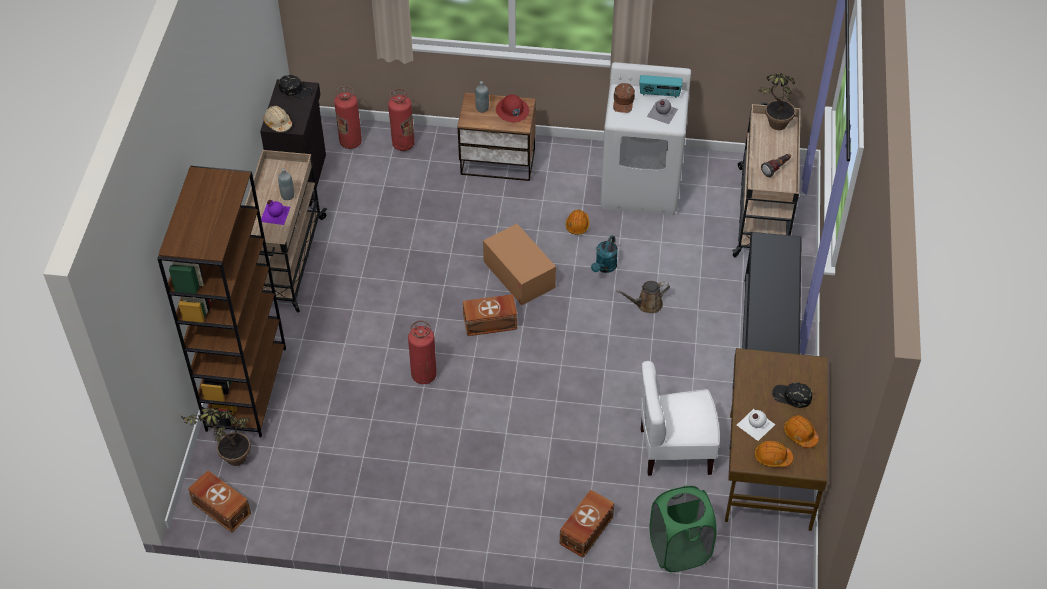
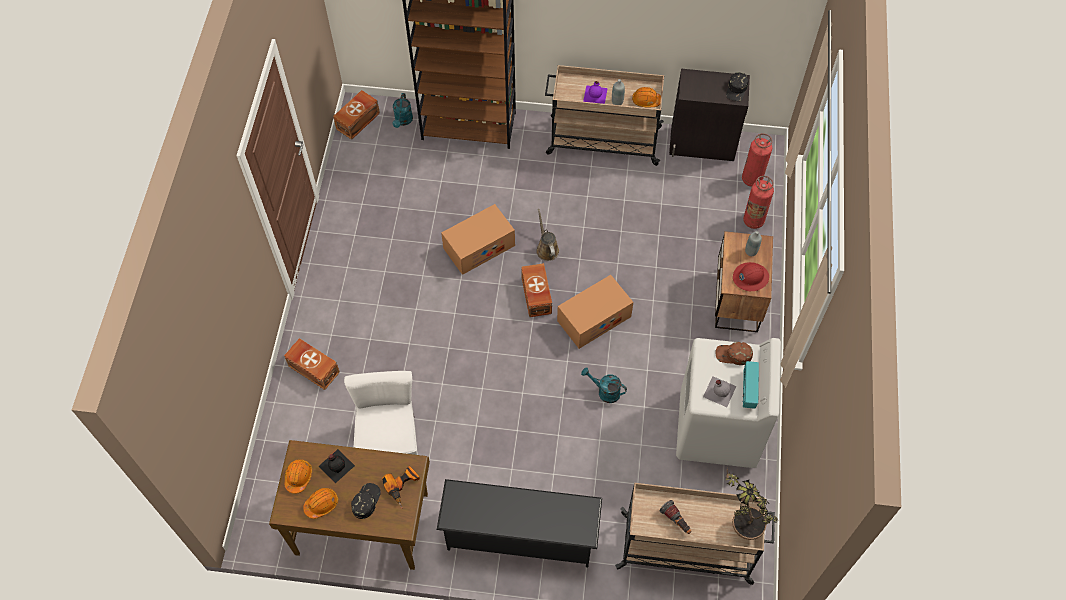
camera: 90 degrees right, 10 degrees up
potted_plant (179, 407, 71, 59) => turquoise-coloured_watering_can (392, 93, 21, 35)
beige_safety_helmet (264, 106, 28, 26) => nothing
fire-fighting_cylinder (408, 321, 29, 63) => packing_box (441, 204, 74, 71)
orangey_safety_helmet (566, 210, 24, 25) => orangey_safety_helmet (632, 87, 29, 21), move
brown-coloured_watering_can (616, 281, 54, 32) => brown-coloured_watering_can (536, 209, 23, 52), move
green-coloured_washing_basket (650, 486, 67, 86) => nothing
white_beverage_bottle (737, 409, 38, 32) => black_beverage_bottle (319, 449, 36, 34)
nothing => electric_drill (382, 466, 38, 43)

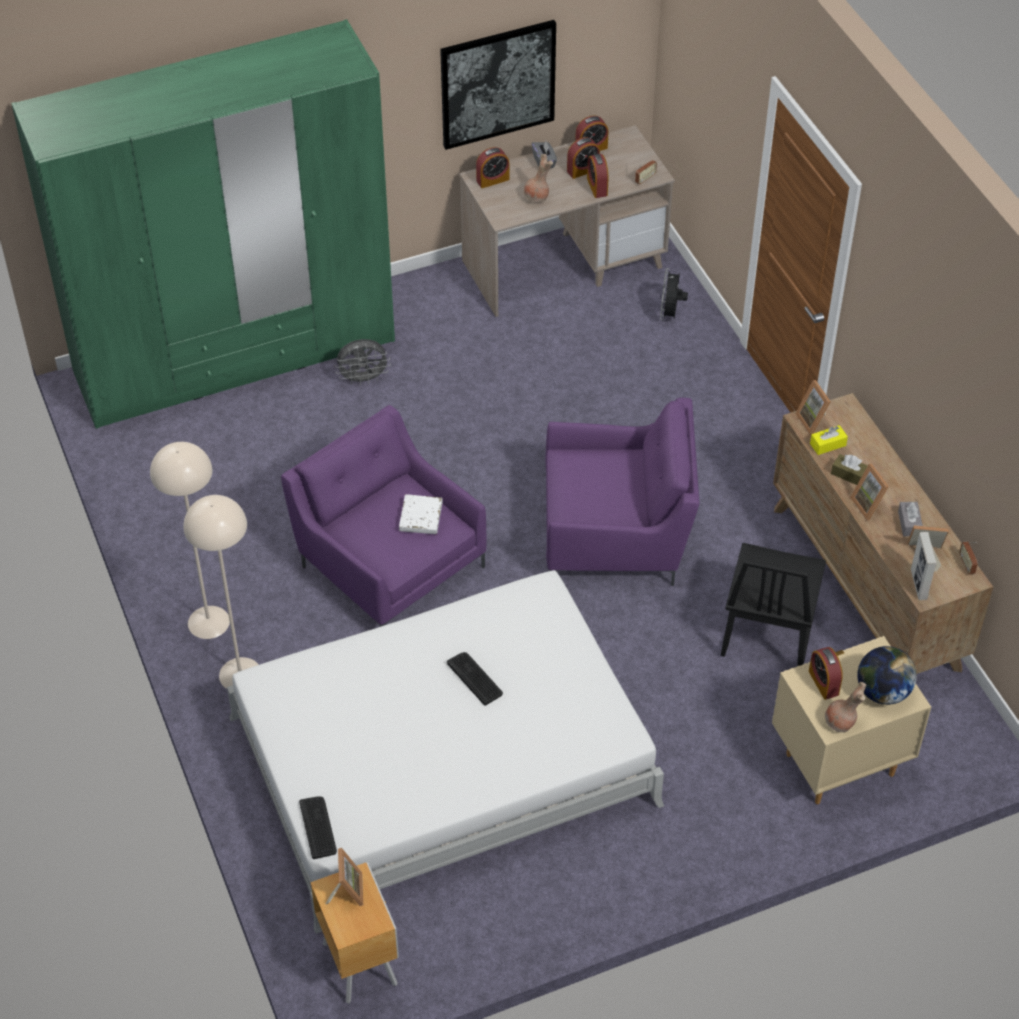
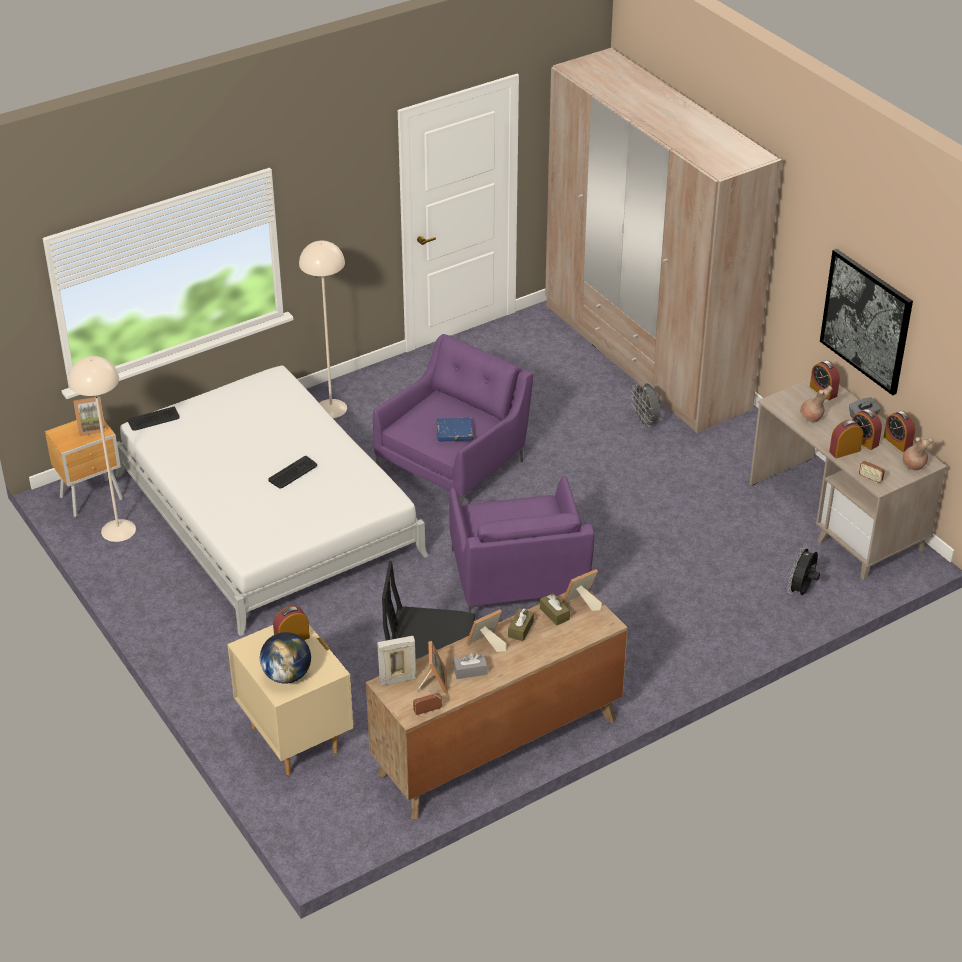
camera: 80 degrees right, 10 degrees down
green-coloured_clothes_cupboard (11, 19, 384, 410) => beige_clothes_cupboard (545, 48, 237, 385)
beige_standard_lamp (150, 442, 80, 197) => beige_standard_lamp (69, 356, 67, 186), move
white_bound_book (399, 494, 44, 40) => blue_bound_book (436, 417, 37, 25)
black_cooling_fan (660, 268, 28, 53) => black_cooling_fan (787, 545, 33, 50), 60 degrees counterclockwise
yellowish_tissue_box (810, 425, 38, 30) => brown-coloured_tissue_box (540, 593, 30, 33)
brown-coloured_decorative_vase (825, 682, 41, 51) => brown-coloured_decorative_vase (902, 437, 31, 34), move

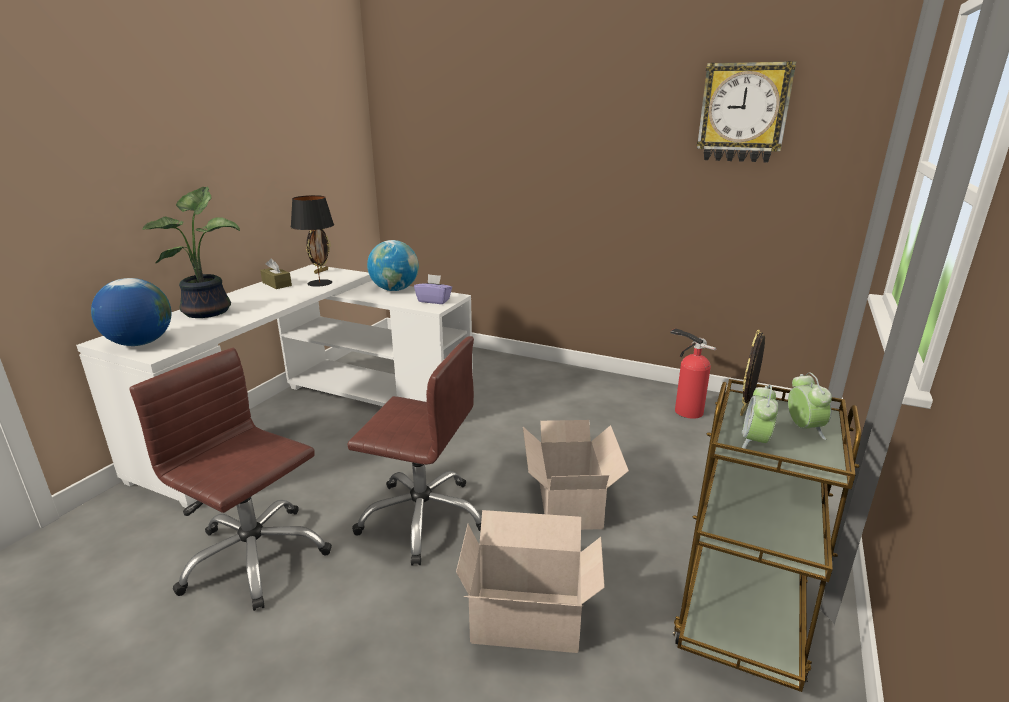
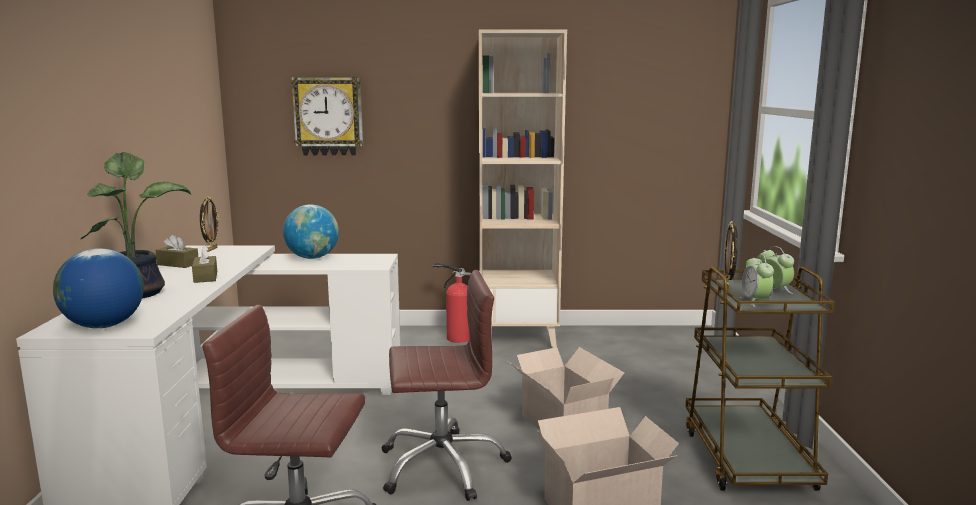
camera: 25 degrees left, 10 degrees down
black_tabletop_lamp (291, 195, 43, 92) => nothing
purple-coloured_tissue_box (414, 274, 38, 30) => nothing
fire-fighting_cylinder (670, 328, 47, 91) => fire-fighting_cylinder (433, 263, 38, 80), move
wall_clock (697, 61, 99, 102) => wall_clock (291, 77, 72, 78), move
nothing => brown-coloured_tissue_box (192, 245, 25, 38)
nothing => beige_shelving_unit (479, 30, 88, 318)

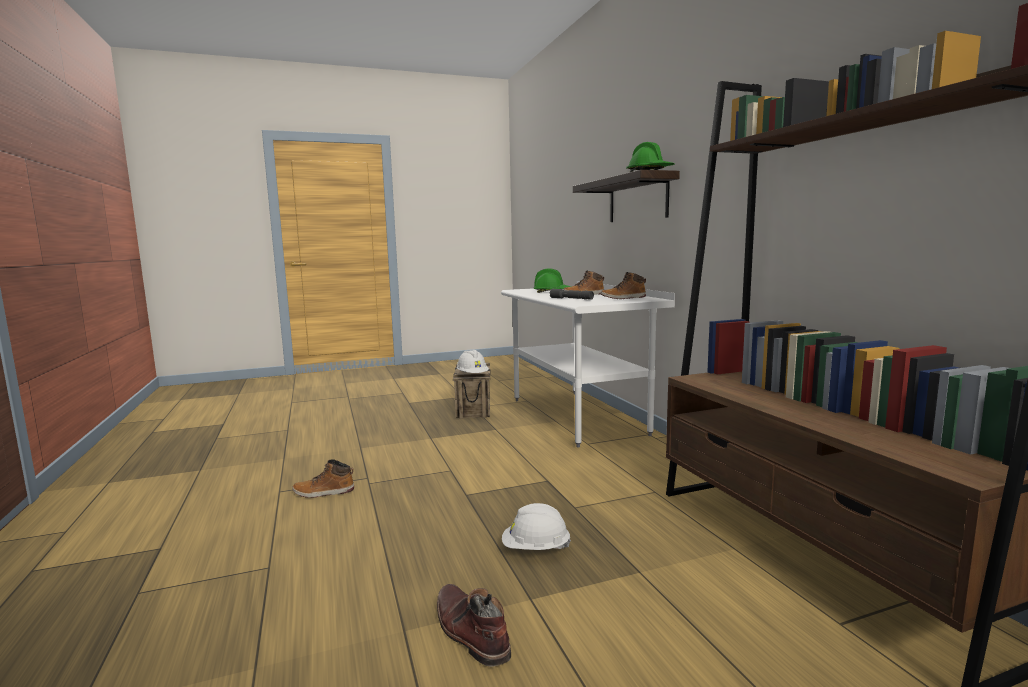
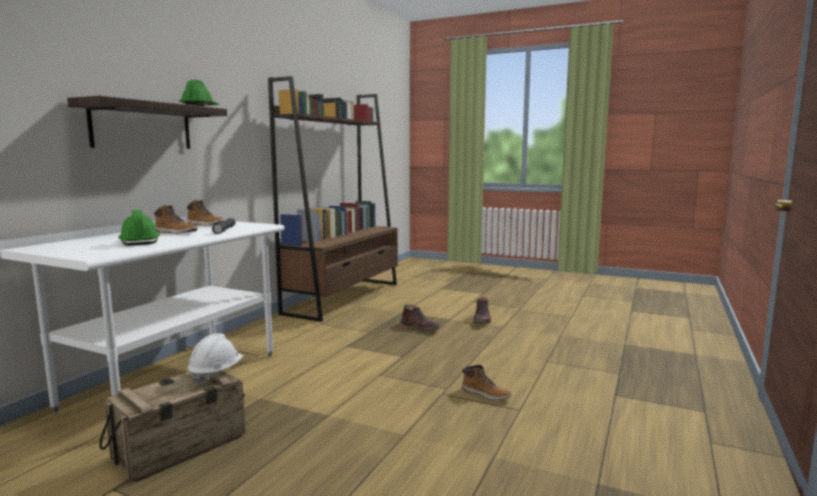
camera: 135 degrees left, 0 degrees up
white_safety_helmet (502, 503, 69, 47) => brown-coloured_boot (401, 305, 39, 26)

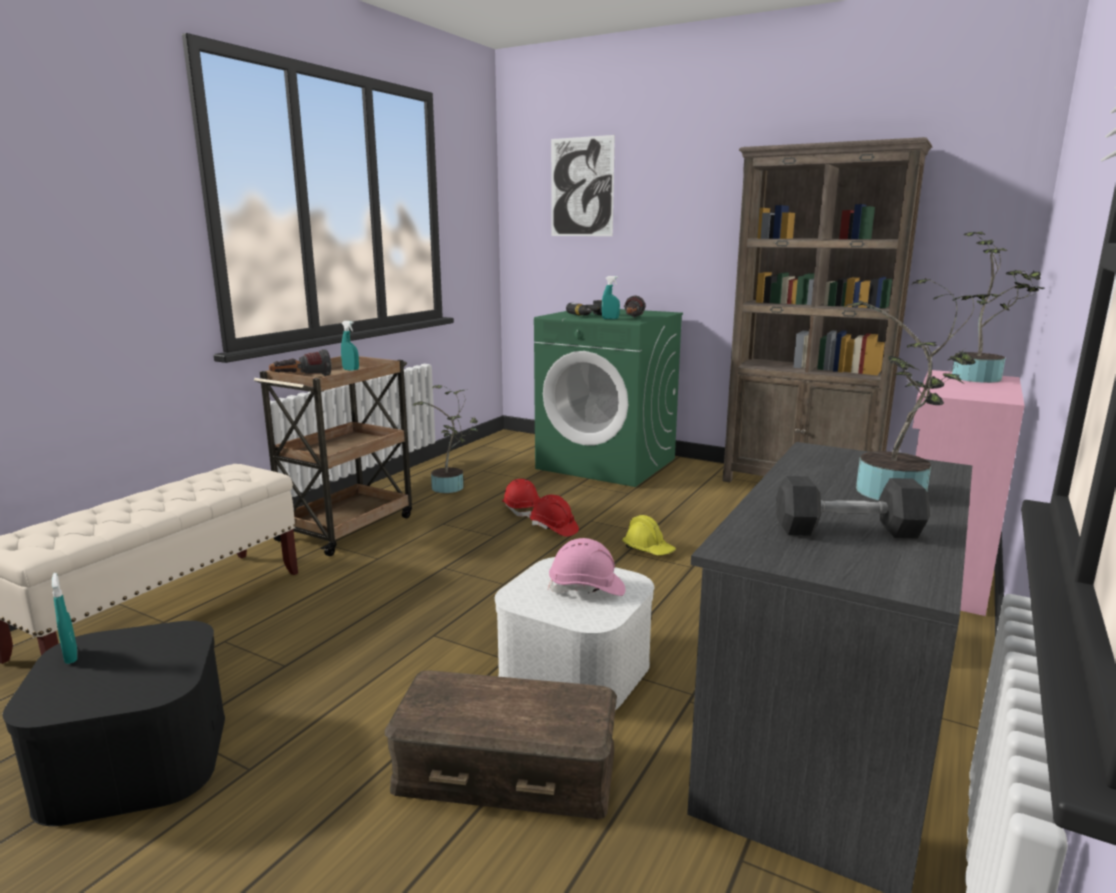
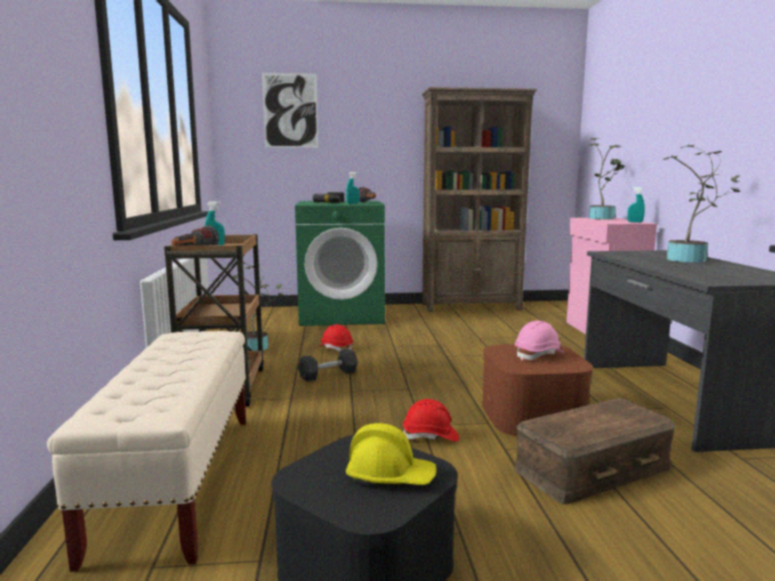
camera: 35 degrees left, 5 degrees down
turquoise-coloured_sprayer (52, 573, 25, 91) => turquoise-coloured_sprayer (627, 187, 18, 36), move
white_storage_container (495, 557, 159, 153) => brown-coloured_storage_container (482, 344, 111, 92)
reddish_safety_helmet (530, 495, 49, 42) => reddish_safety_helmet (403, 399, 56, 43), move
yellowish_safety_helmet (622, 515, 54, 41) => yellowish_safety_helmet (346, 423, 90, 62), move
grey_free_weight (776, 476, 154, 63) => grey_free_weight (298, 349, 60, 33), move

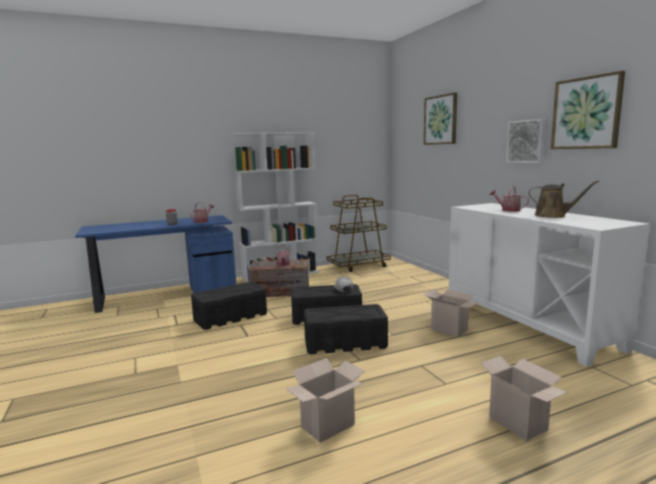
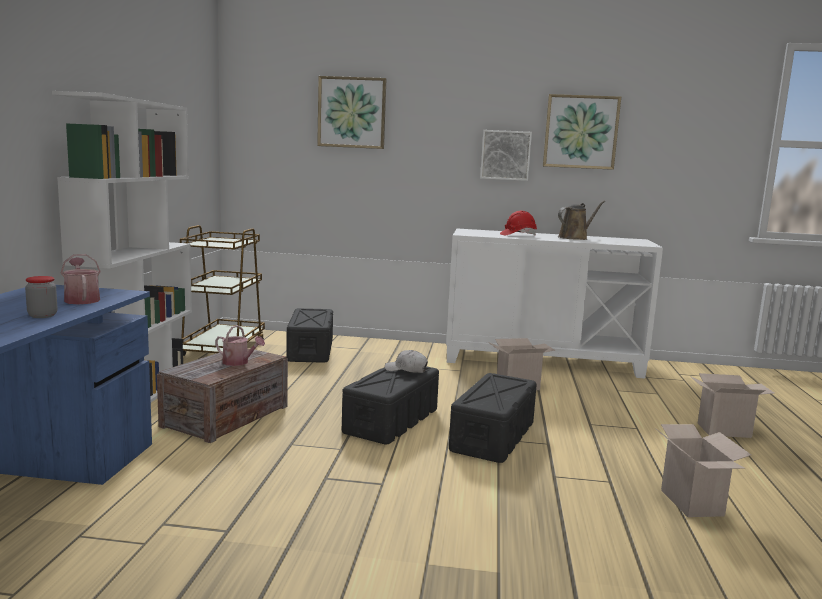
camera: 60 degrees left, 0 degrees up
black_storage_container (191, 282, 76, 48) => black_storage_container (286, 308, 47, 55), move
watering_can (489, 186, 40, 26) => reddish_safety_helmet (500, 211, 37, 24)

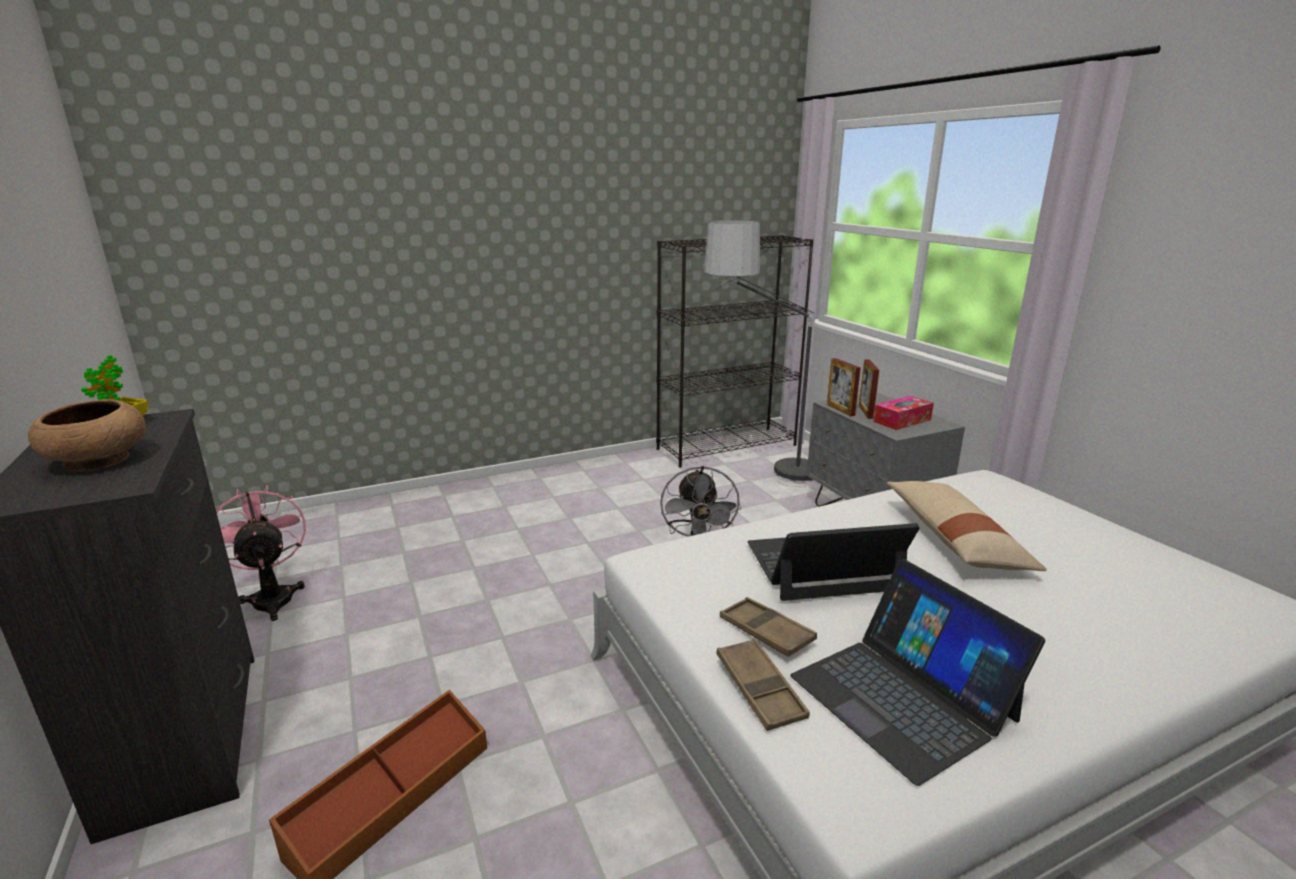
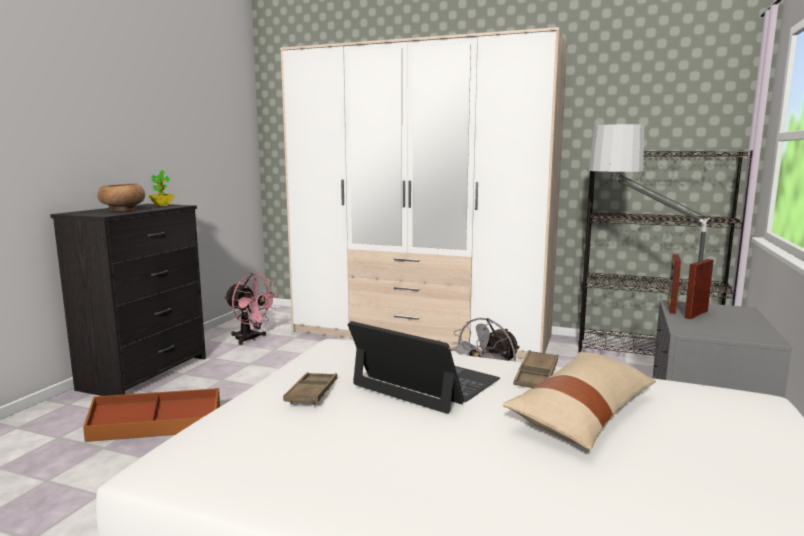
camera: 45 degrees right, 10 degrees down
pink-coloured_cooling_fan (215, 485, 91, 136) => pink-coloured_cooling_fan (224, 273, 54, 72), 105 degrees clockwise
brown-coloured_serving_tray (716, 639, 94, 92) => brown-coloured_serving_tray (513, 350, 45, 38), move
portable_computer (790, 559, 255, 227) => nothing
tissue_box (874, 396, 60, 34) => nothing
nothing => clothes_cupboard (280, 27, 287, 332)

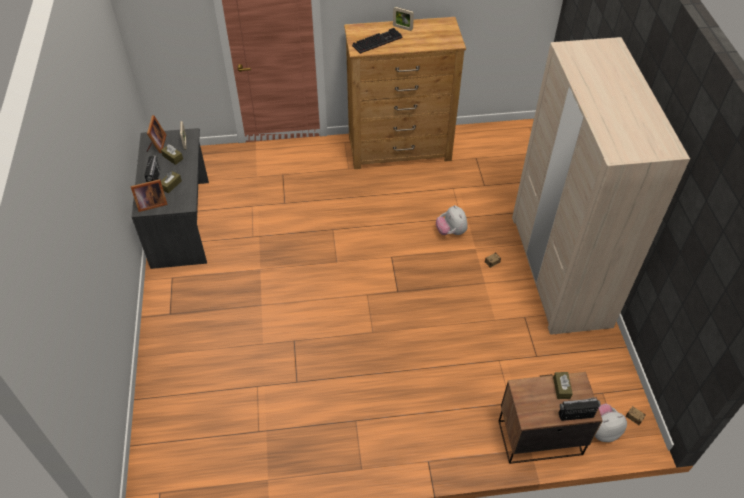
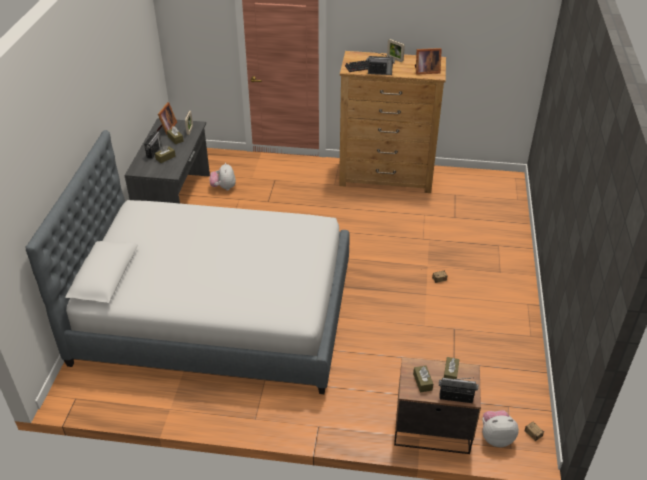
camera: 15 degrees right, 10 degrees down
standing_frame (131, 179, 37, 33) => standing_frame (415, 48, 27, 27), move
cuddly_toy (436, 205, 32, 30) => cuddly_toy (209, 163, 27, 27), move
beige_clothes_cupboard (512, 37, 178, 298) => nothing
nothing => sleeping_bed (26, 130, 324, 264)
nothing => radio_set (367, 50, 28, 25)
nothing => brown-coloured_tissue_box (413, 366, 20, 26)

